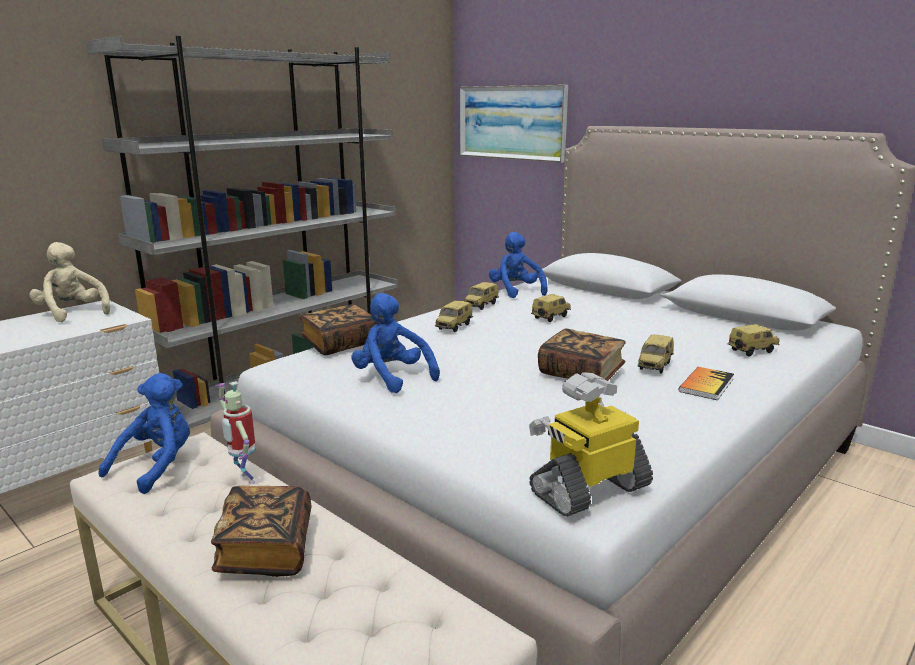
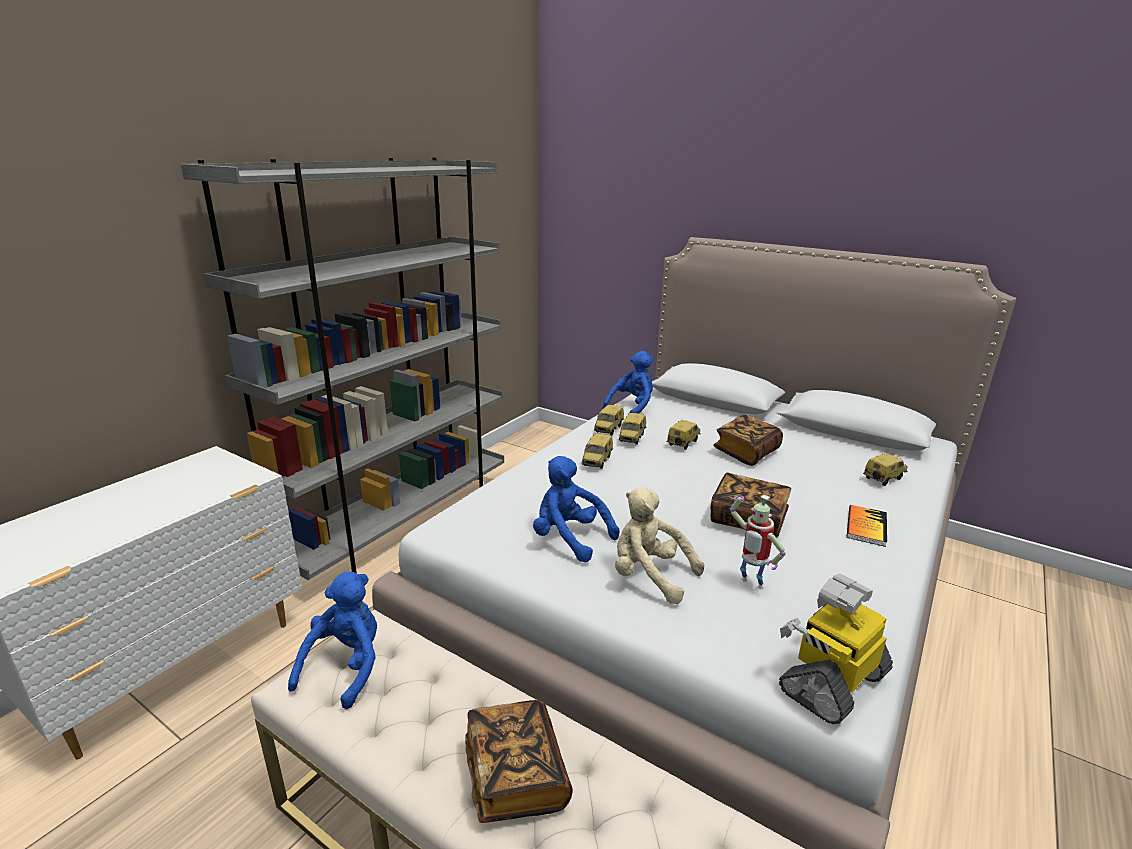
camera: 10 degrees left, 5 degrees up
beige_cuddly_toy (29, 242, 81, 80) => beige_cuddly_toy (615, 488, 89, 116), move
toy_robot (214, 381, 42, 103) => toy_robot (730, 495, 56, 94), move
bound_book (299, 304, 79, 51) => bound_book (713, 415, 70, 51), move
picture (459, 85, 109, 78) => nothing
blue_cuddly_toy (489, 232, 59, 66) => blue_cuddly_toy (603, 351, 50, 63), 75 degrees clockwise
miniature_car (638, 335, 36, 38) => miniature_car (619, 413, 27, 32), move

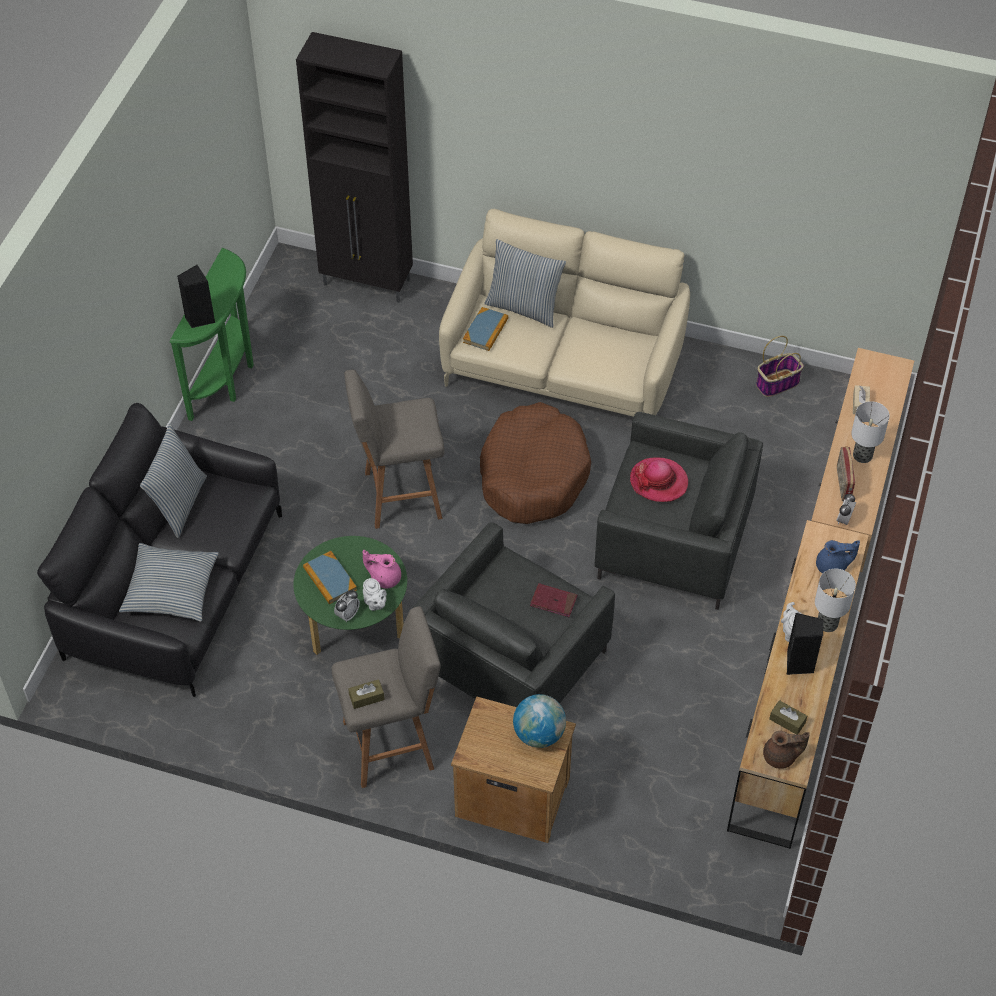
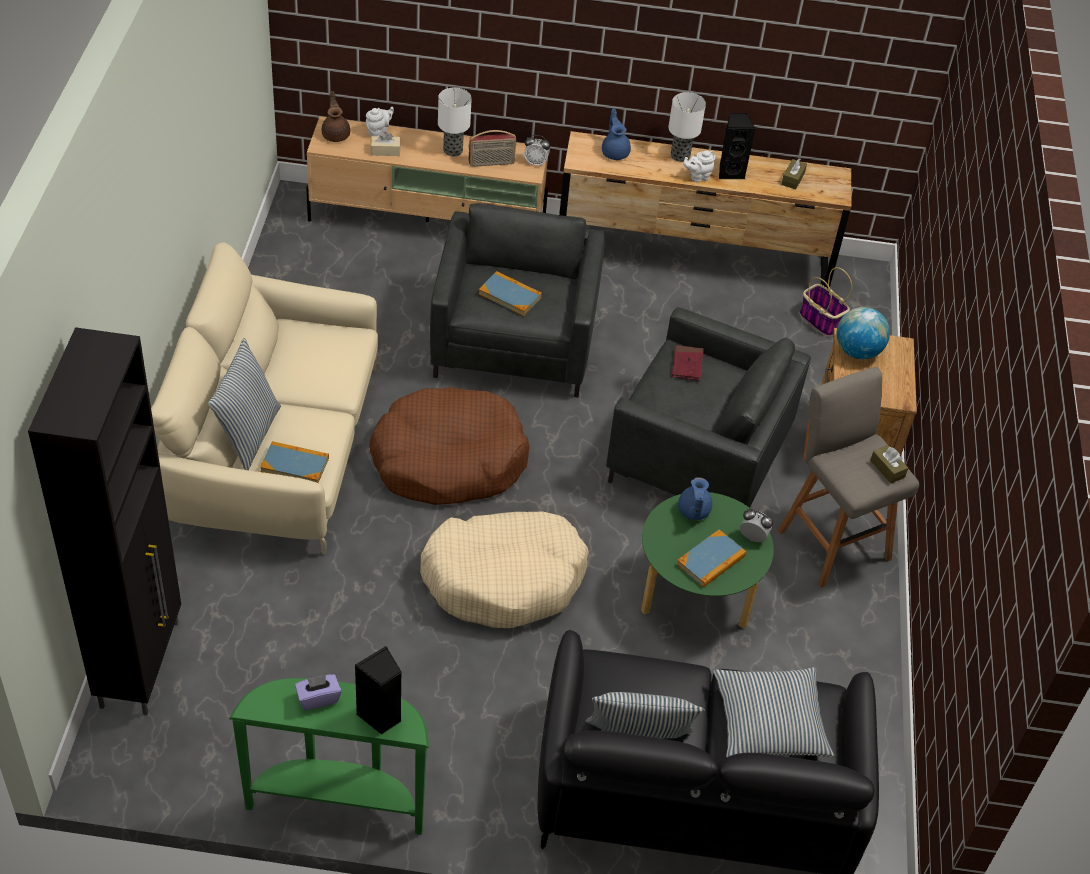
camera: 105 degrees left, 5 degrees down
grey_sitting_stool (344, 370, 100, 159) => beige_dog_cushion (420, 512, 169, 116)
pink-coloured_pot_for_tea (362, 550, 39, 38) => blue_pot_for_tea (678, 477, 34, 43)
white_pot_for_tea (363, 578, 24, 33) => white_pot_for_tea (366, 107, 28, 29), move
clothing_hat (630, 457, 58, 45) => bound_book (479, 271, 63, 45)
household_basket (756, 336, 48, 61) => household_basket (800, 267, 52, 70), move
brown-coloured_pot_for_tea (763, 731, 47, 38) => brown-coloured_pot_for_tea (322, 91, 28, 51), move
nothing => purple-coloured_tissue_box (295, 674, 47, 37)

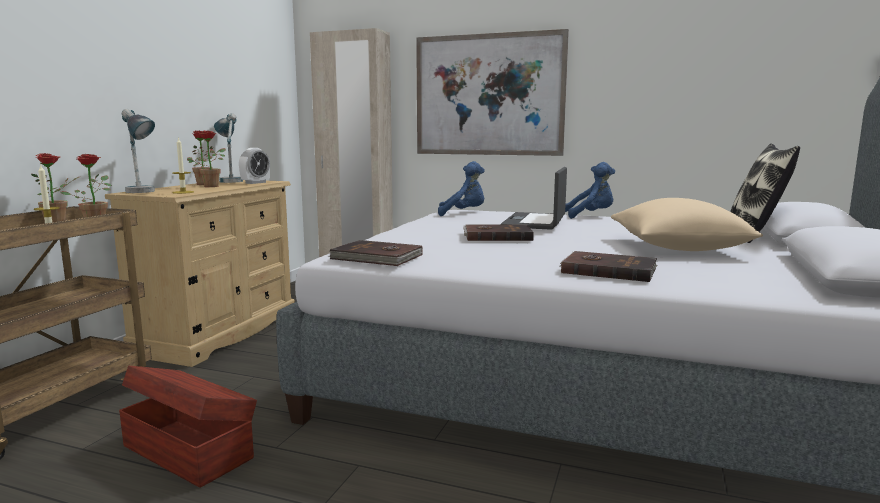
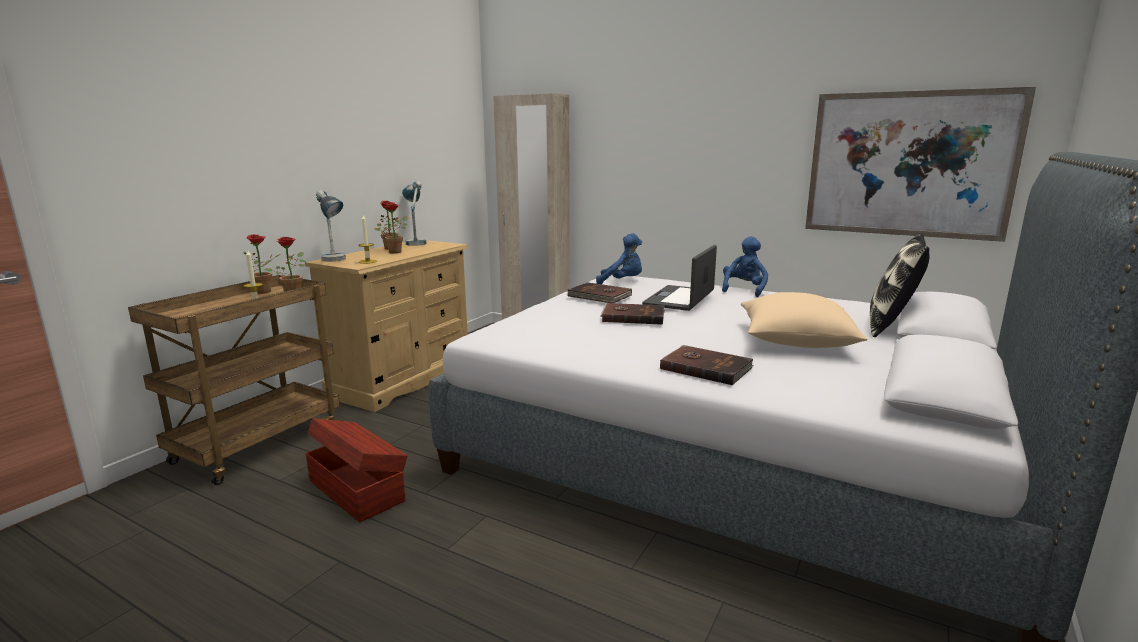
camera: 10 degrees right, 5 degrees up
table_clock (239, 148, 31, 36) => nothing
brown-coloured_bound_book (329, 240, 94, 26) => brown-coloured_bound_book (567, 282, 65, 21), move
picture (416, 29, 153, 127) => picture (805, 87, 231, 155), move
blue_cuddly_toy (565, 162, 50, 57) => blue_cuddly_toy (722, 236, 46, 61), 75 degrees counterclockwise

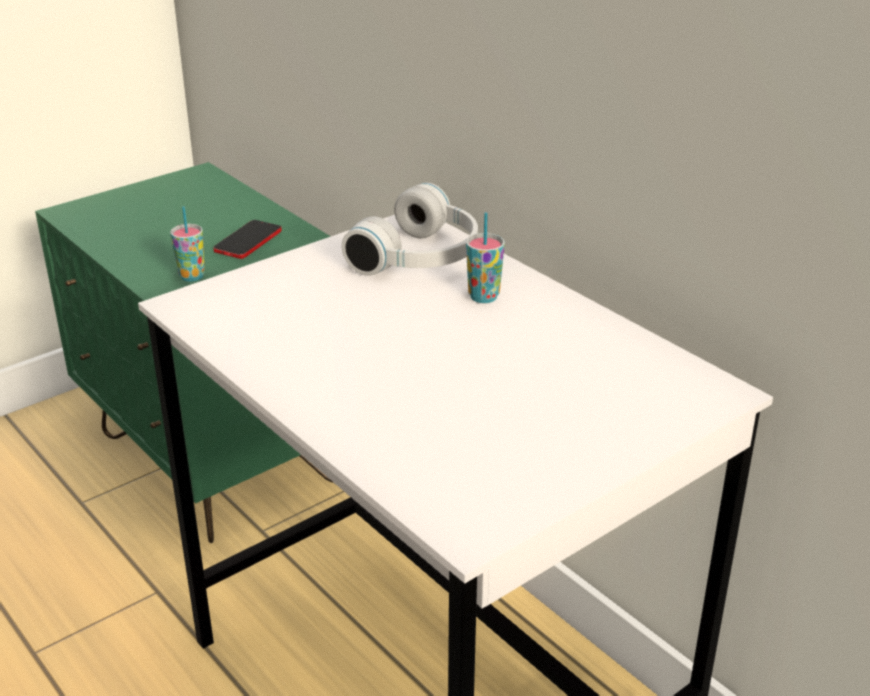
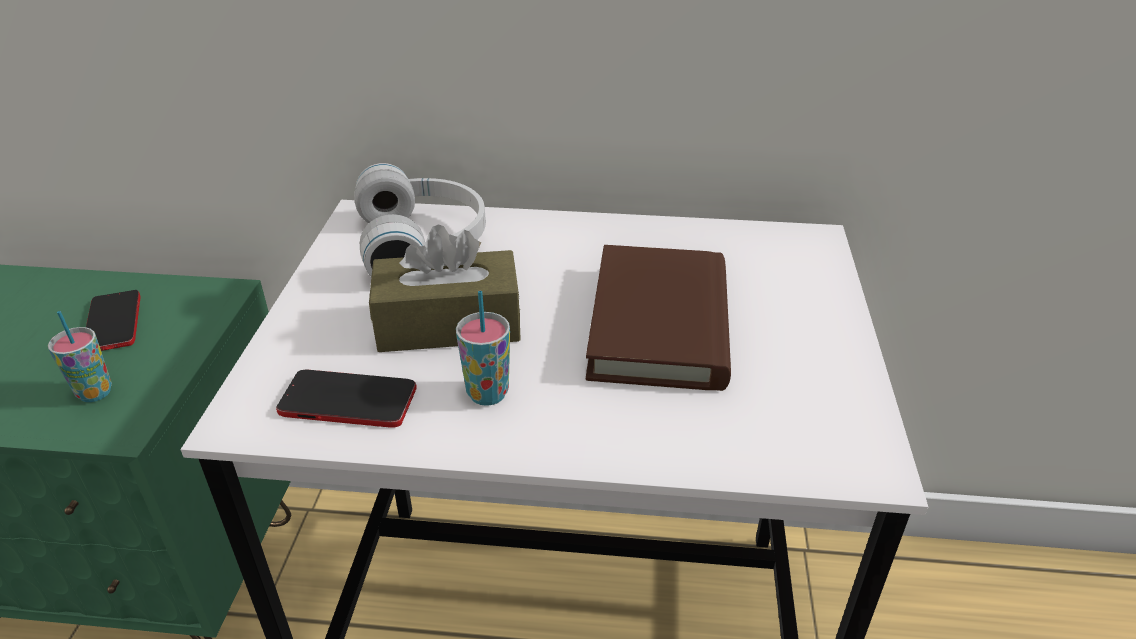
camera: 45 degrees left, 5 degrees up
drinking_cup (466, 212, 39, 91) => drinking_cup (456, 291, 54, 115), move
nothing => telephone (276, 370, 141, 58)
nothing => brown-coloured_tissue_box (369, 225, 152, 127)
nothing => brown-coloured_bound_book (586, 245, 145, 146)

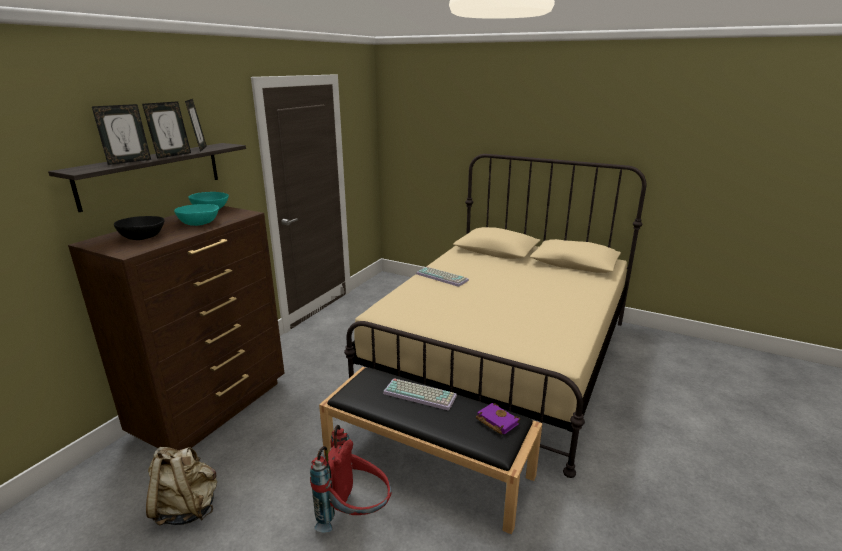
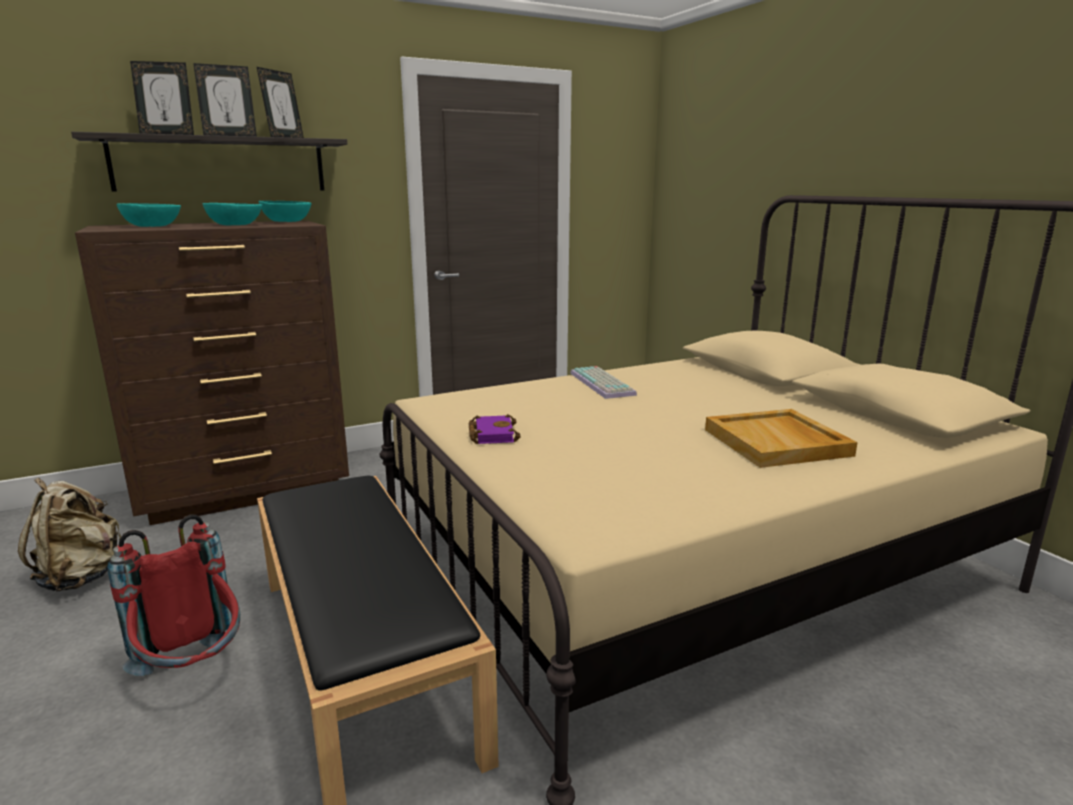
camera: 35 degrees right, 5 degrees down
black_serving_bowl (114, 216, 51, 24) => turquoise-coloured_serving_bowl (117, 203, 64, 24)
computer_keyboard (383, 378, 74, 33) => nothing
purple-coloured_bound_book (476, 403, 44, 32) => purple-coloured_bound_book (469, 414, 52, 30), move
nothing => beige_serving_tray (705, 409, 153, 59)

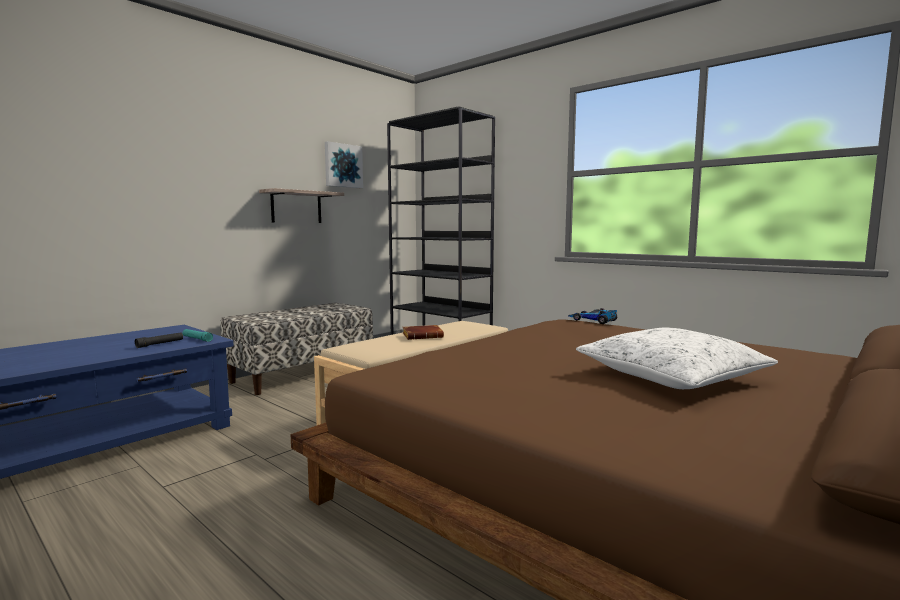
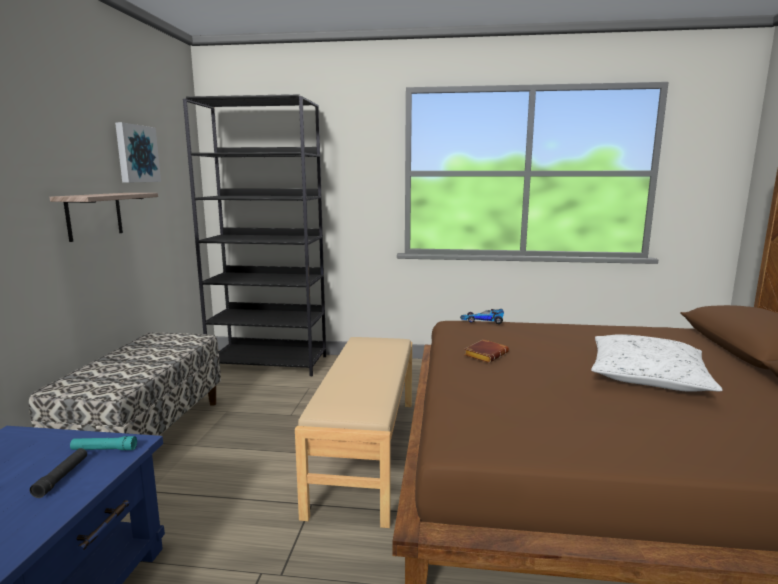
camera: 35 degrees left, 5 degrees up
brown-coloured_bound_book (403, 325, 41, 15) => brown-coloured_bound_book (464, 339, 45, 24), move

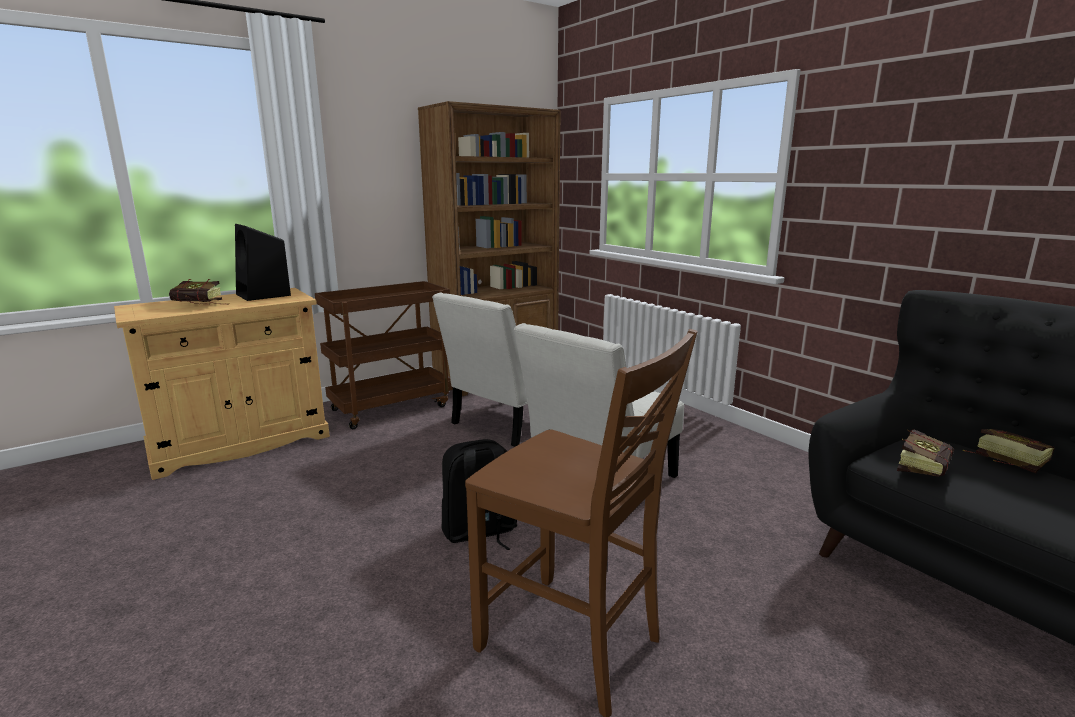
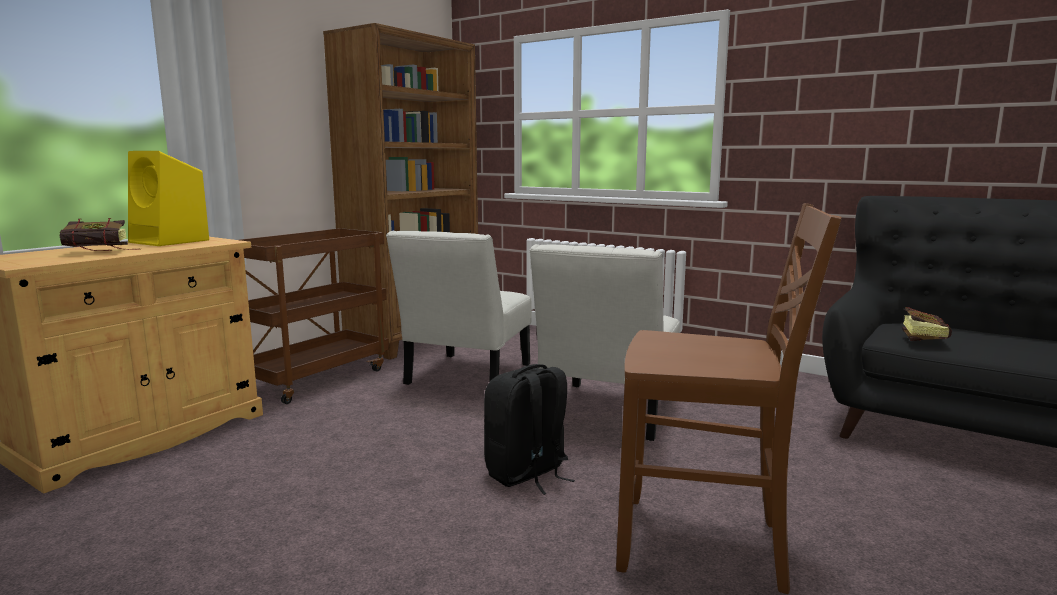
camera: 20 degrees left, 5 degrees down
black_loudspeaker (235, 224, 56, 77) => yellowish_loudspeaker (128, 151, 82, 95)
bound_book (963, 429, 91, 44) => nothing

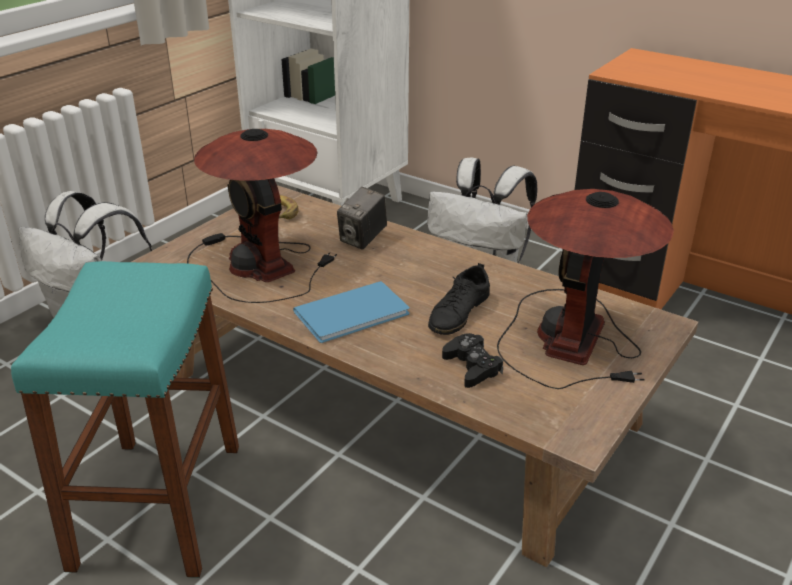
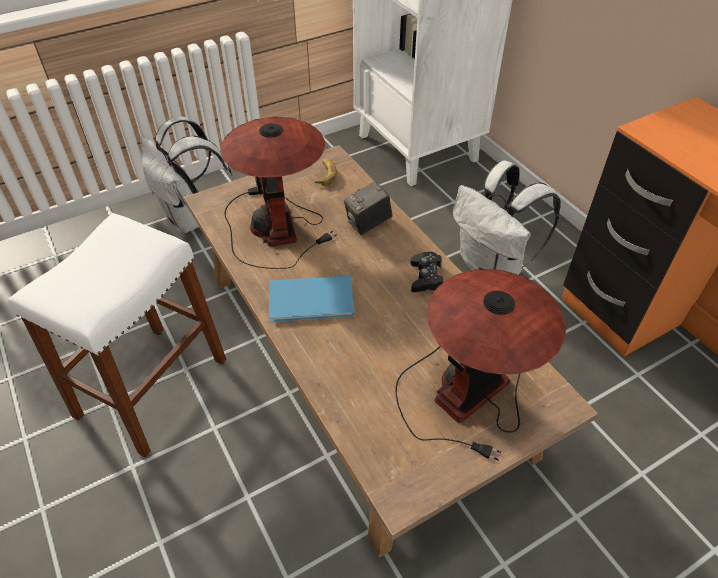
camera: 25 degrees right, 15 degrees up
turquoise-coloured_sitting_stool (11, 261, 228, 317) => white_sitting_stool (8, 213, 218, 244)
black_shoe (428, 263, 62, 72) => nothing
black_game_controller (442, 333, 61, 55) => black_game_controller (410, 252, 34, 40), move

